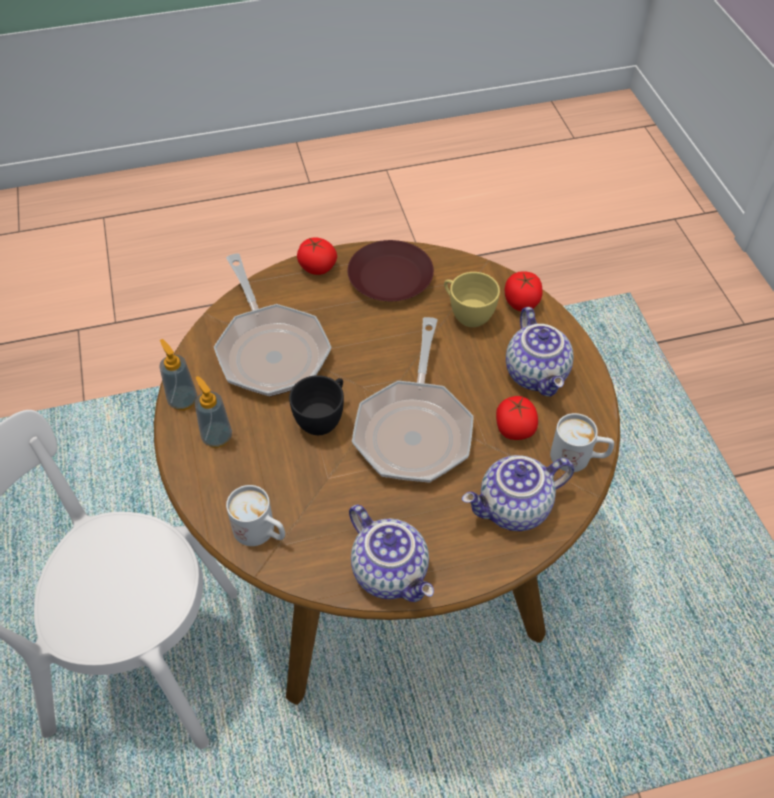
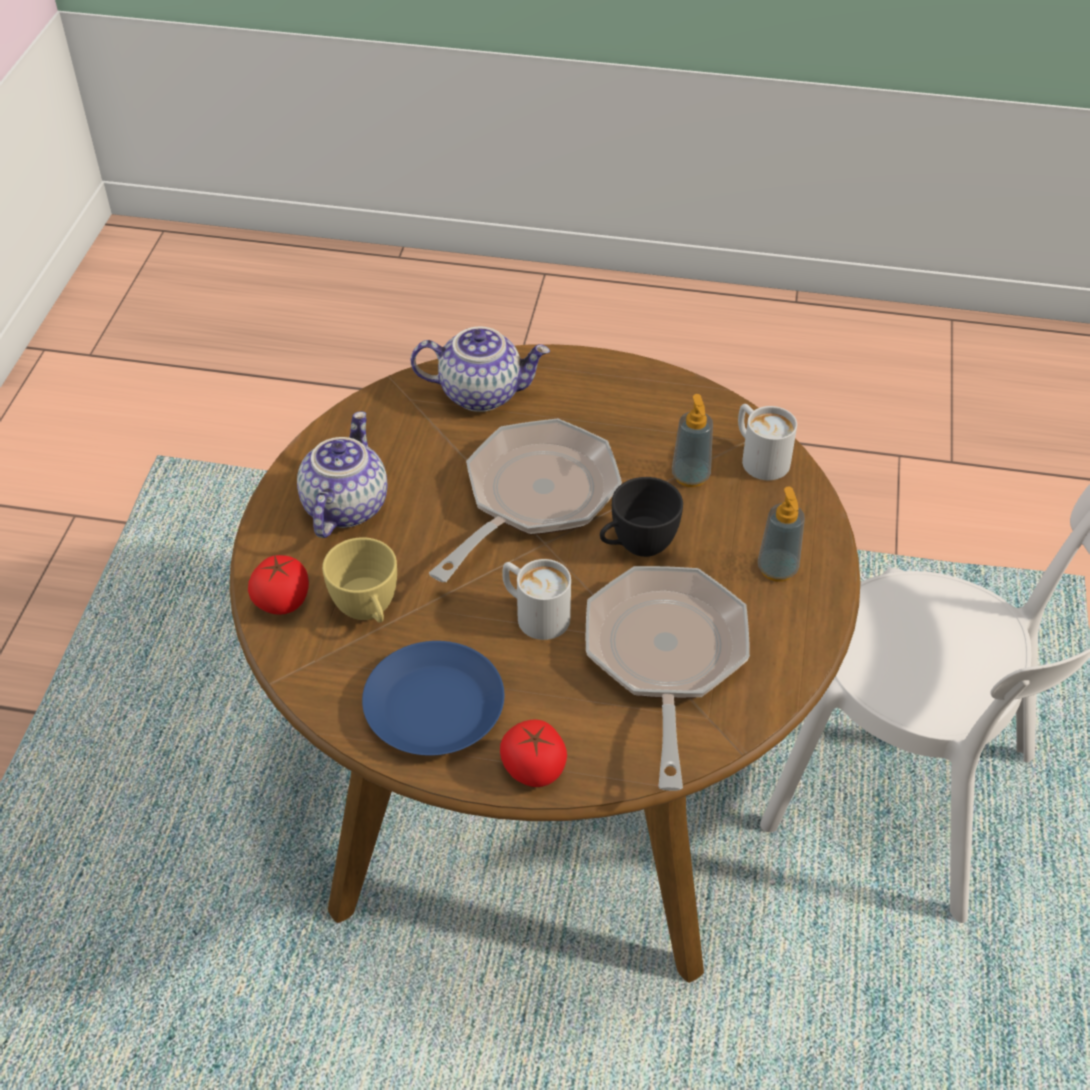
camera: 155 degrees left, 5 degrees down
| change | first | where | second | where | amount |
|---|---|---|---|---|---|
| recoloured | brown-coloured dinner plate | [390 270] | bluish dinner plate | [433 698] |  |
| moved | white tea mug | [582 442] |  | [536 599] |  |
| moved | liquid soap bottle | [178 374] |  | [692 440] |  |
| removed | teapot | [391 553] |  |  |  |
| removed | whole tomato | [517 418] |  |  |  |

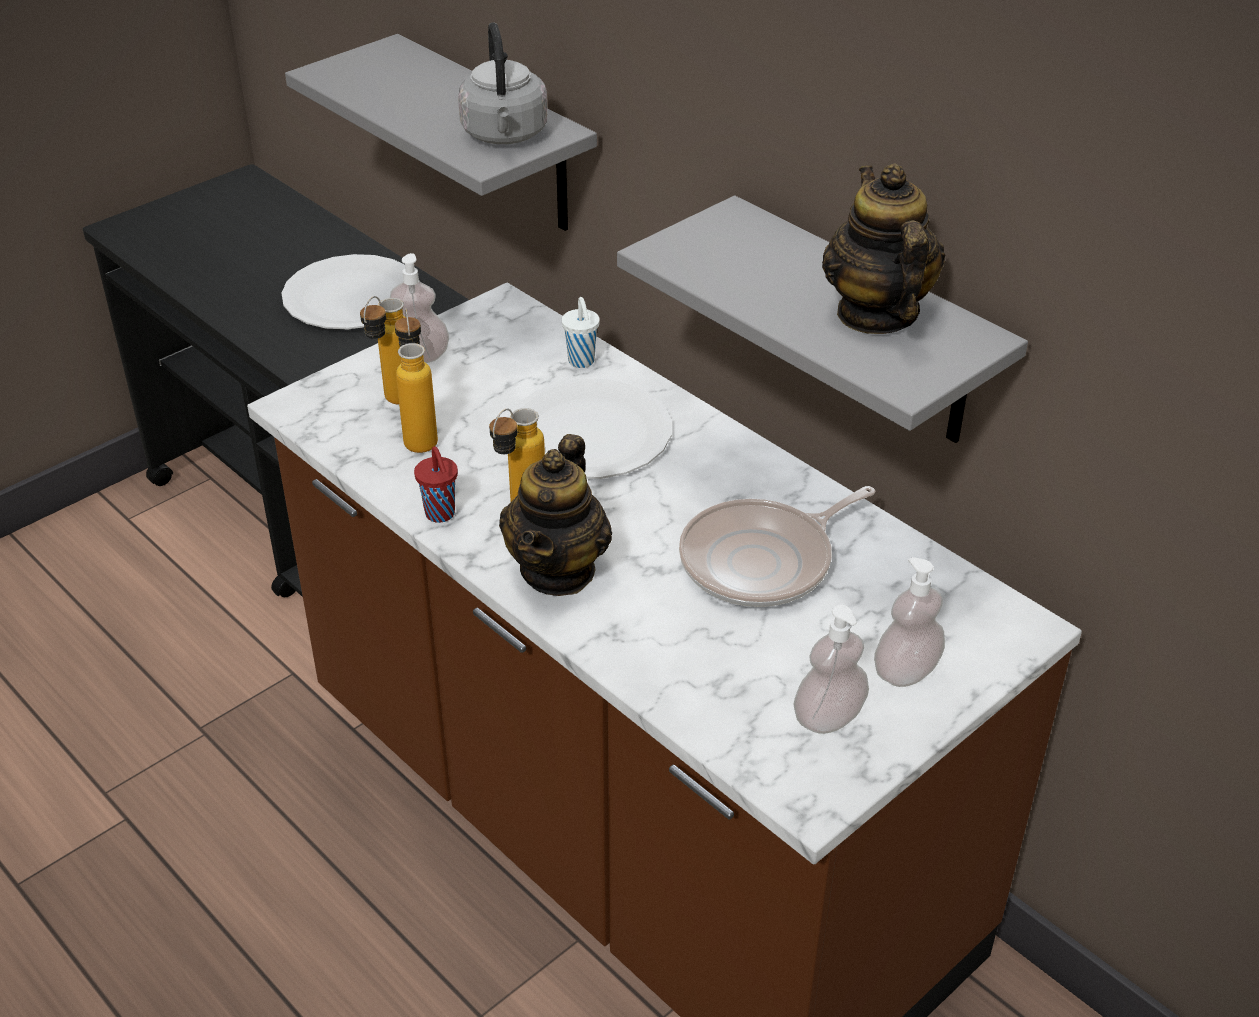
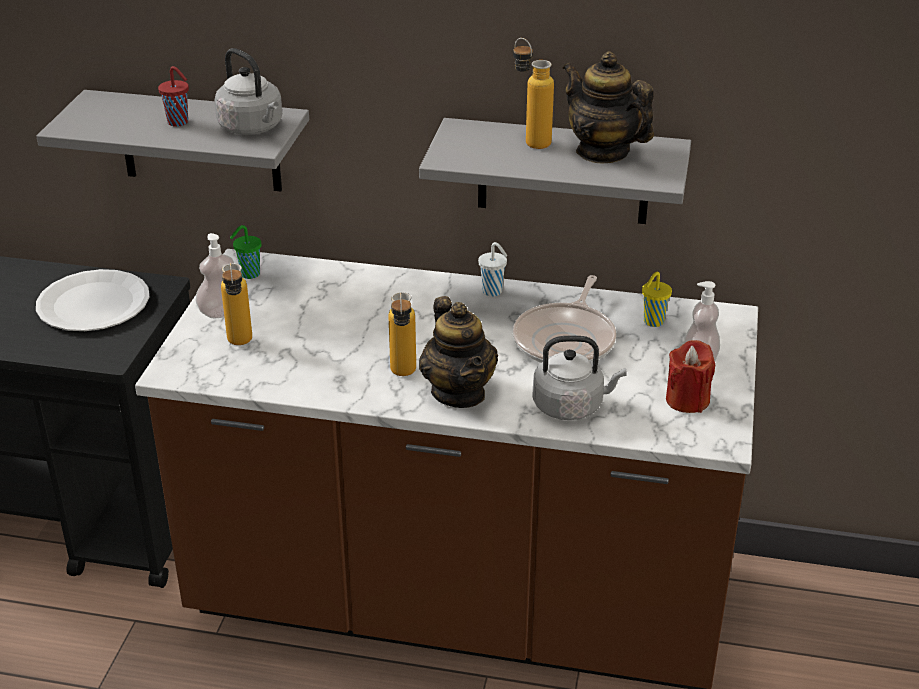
camera: 35 degrees left, 5 degrees down
| change | first | where | second | where | amount |
|---|---|---|---|---|---|
| moved | red small cup | [436 484] |  | [173 96] |  |
| added |  |  | green-coloured small cup | [245 252] |  |
| moved | white small cup | [581 332] |  | [493 269] |  |
| moved | drink bottle | [416 380] |  | [533 93] |  |
| added |  |  | greyish water kettle | [579 378] |  |
| added |  |  | yellow-coloured small cup | [657 299] |  |
| replaced | liquid soap bottle | [831 669] | red wax light | [690 376] |  |
| removed | white dinner plate | [592 429] |  |  |  |

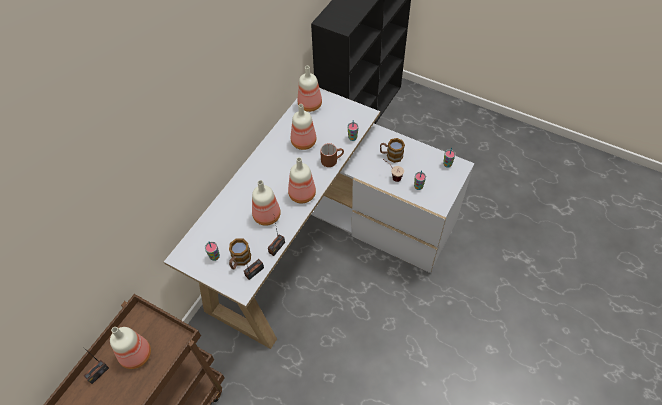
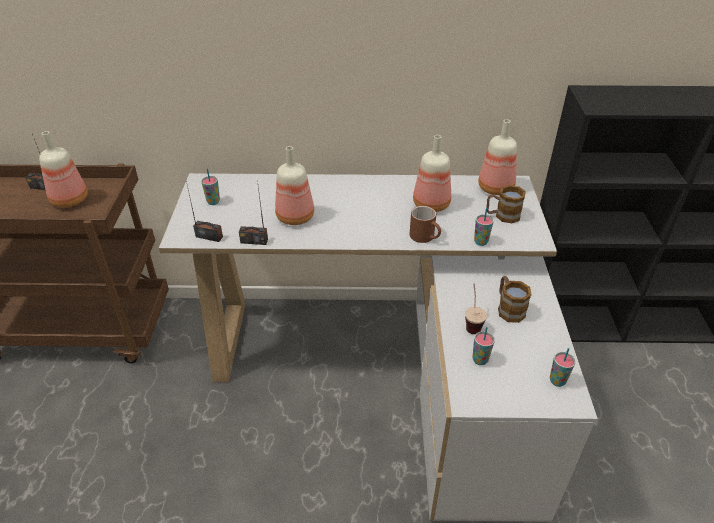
camera: 60 degrees right, 15 degrees down
| change | first | where | second | where | amount |
|---|---|---|---|---|---|
| moved | tea mug | [240 254] |  | [506 204] |  |
| removed | drink bottle | [302 180] |  |  |  |

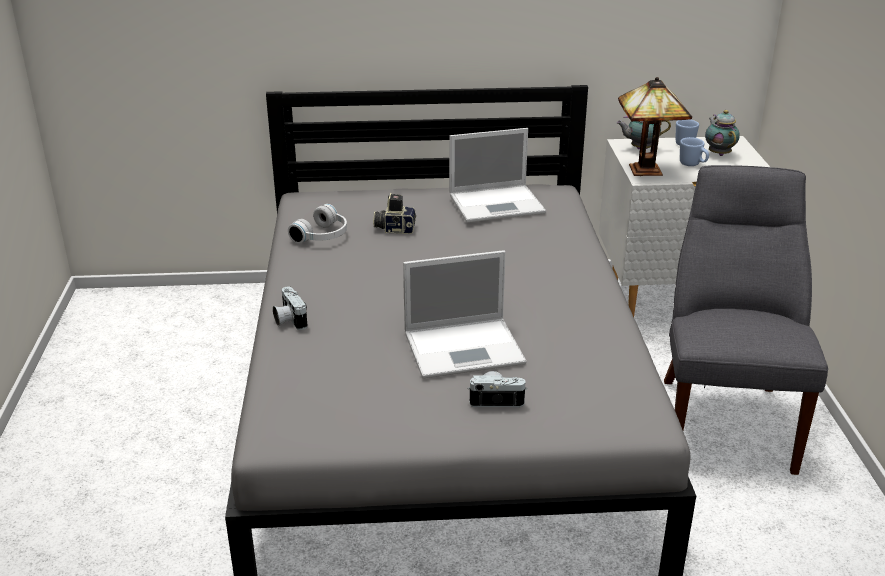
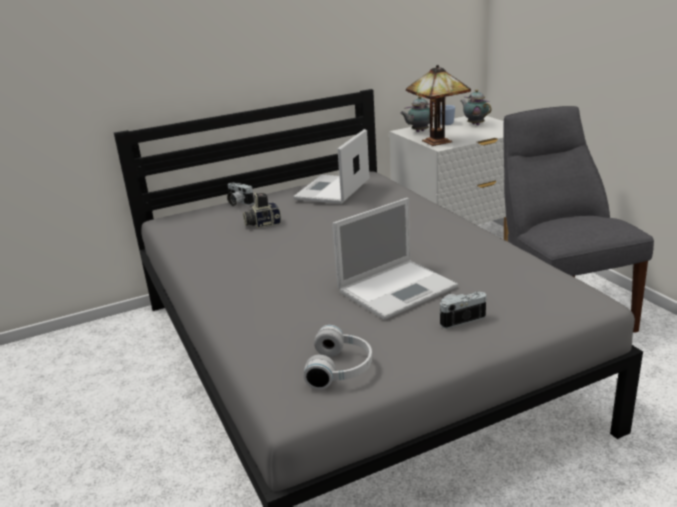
camera: 20 degrees left, 5 degrees down
| change | first | where | second | where | amount |
|---|---|---|---|---|---|
| moved | still camera | [290 308] |  | [240 194] |  |
| turned | notebook computer | [497 175] |  | [331 166] | 150 degrees clockwise |
| moved | white headset | [317 224] |  | [338 357] |  |
| removed | bluish tea mug | [694 151] |  |  |  |

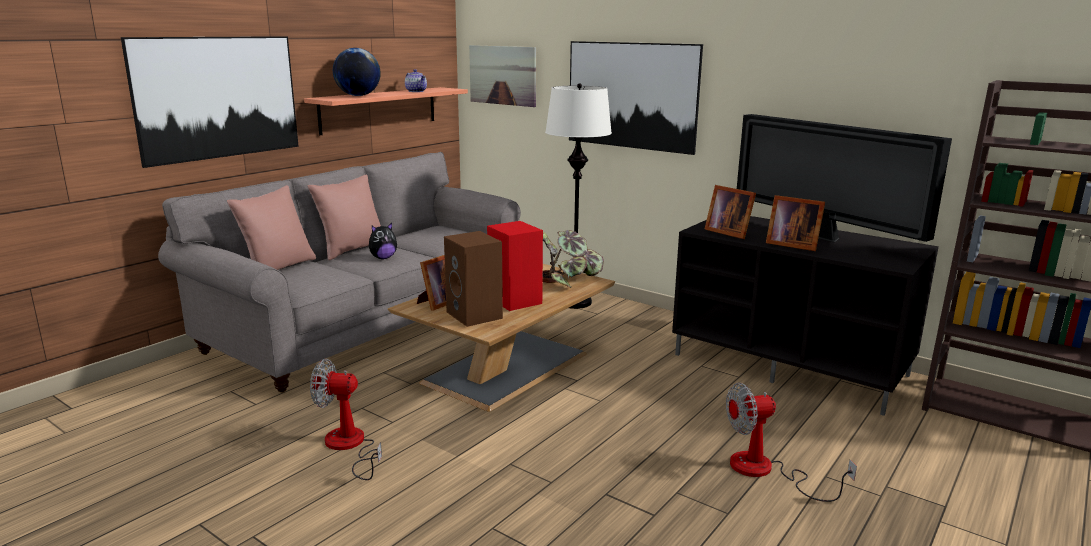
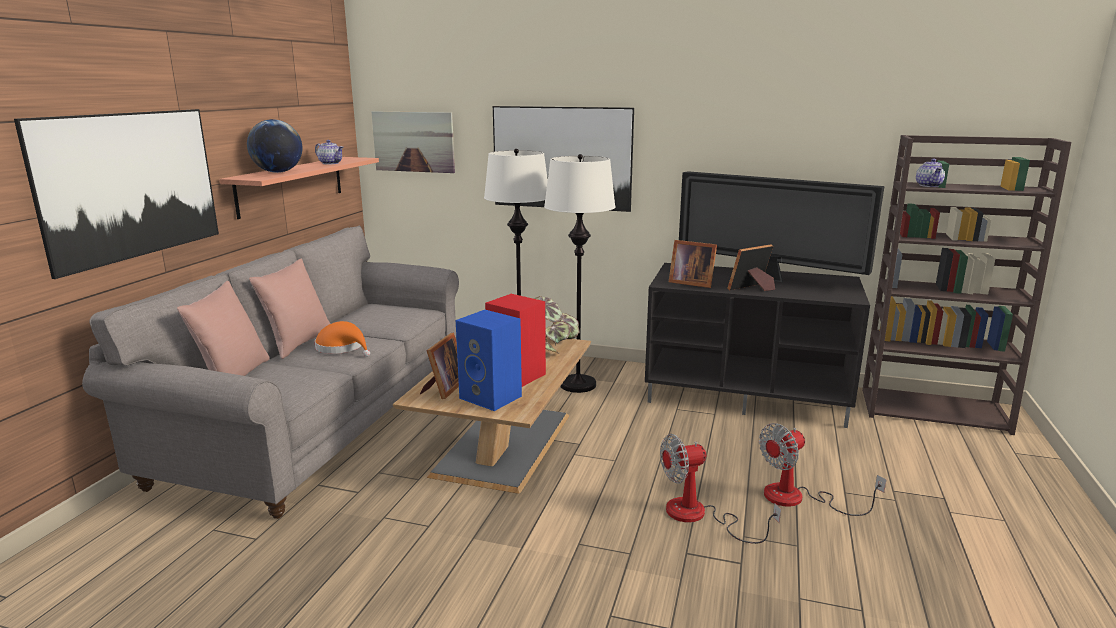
camera: 20 degrees left, 0 degrees up
| change | first | where | second | where | amount |
|---|---|---|---|---|---|
| replaced | plush toy | [383 241] | orange hat | [342 339] |  |
| recoloured | brown-coloured speaker | [473 279] | bluish speaker | [489 360] |  |
| added |  |  | white floor lamp | [580 273] |  |
| moved | electric fan | [346 419] |  | [720 489] |  |
| turned | picture frame | [795 223] |  | [751 267] | 135 degrees clockwise |
| added |  |  | teapot | [930 173] |  |

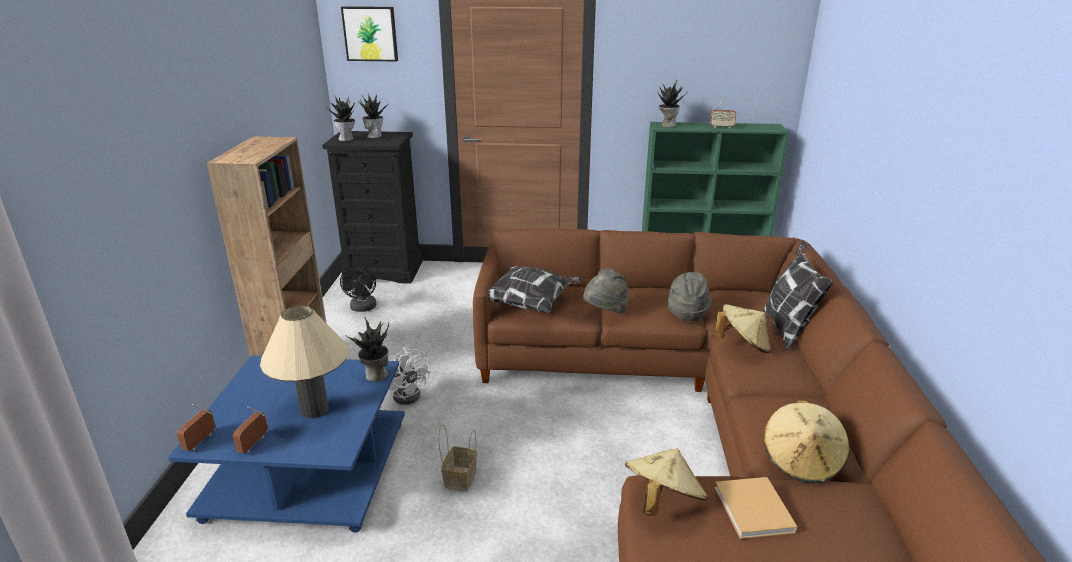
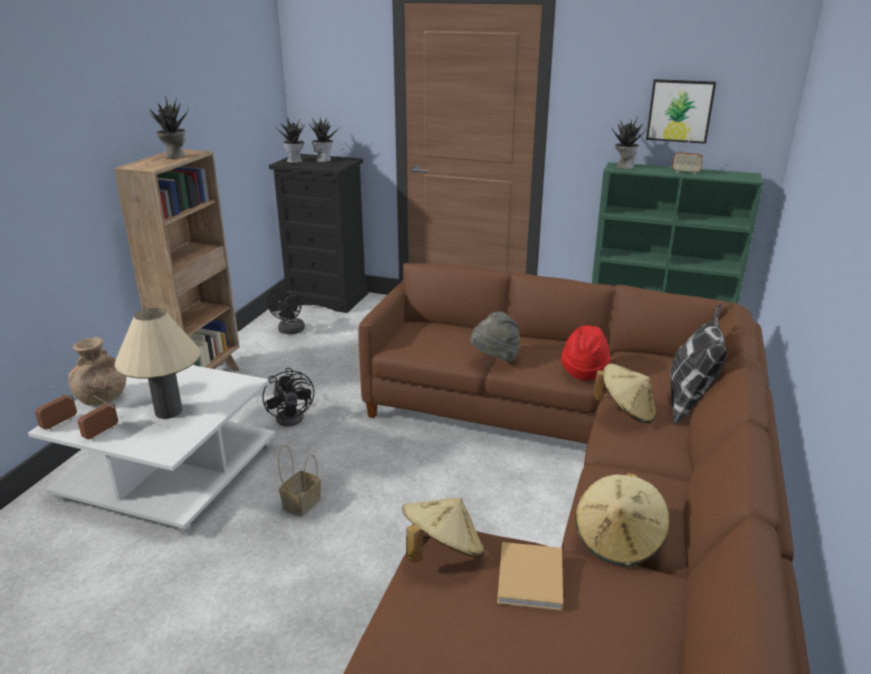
camera: 15 degrees right, 0 degrees up
| change | first | where | second | where | amount |
|---|---|---|---|---|---|
| recoloured | bluish lounge table | [286 444] | white lounge table | [151 450] |  |
| added |  |  | brown-coloured flower vase | [97 371] |  |
| moved | potted plant | [367 350] |  | [168 128] |  |
| recoloured | white electric fan | [409 376] | black-coloured electric fan | [288 397] |  |
| recoloured | greyish hat | [690 297] | red hat | [585 352] |  |
| moved | picture | [369 33] |  | [681 111] |  |
| removed | cushion | [535 289] |  |  |  |

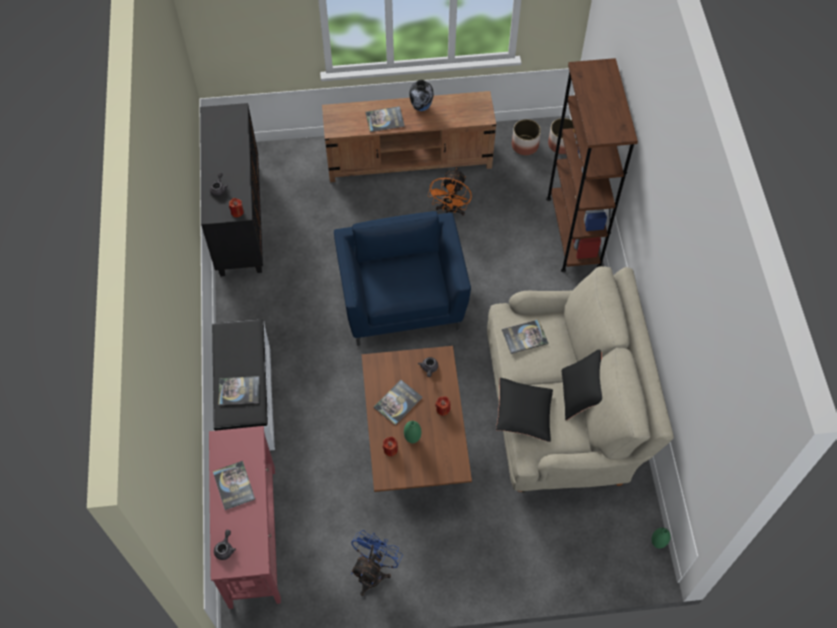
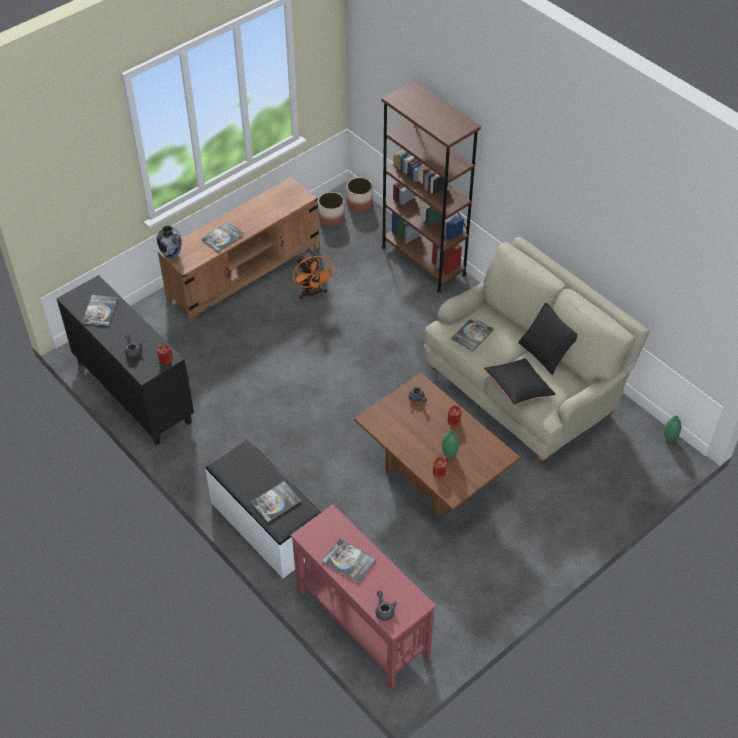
camera: 35 degrees left, 10 degrees down
| change | first | where | second | where | amount |
|---|---|---|---|---|---|
| moved | volume | [398 402] |  | [100 310] |  |
| moved | flower vase | [421 95] |  | [169 241] |  |
| removed | bluish lounge chair | [402 278] |  |  |  |
| removed | bluish electric fan | [377 563] |  |  |  |

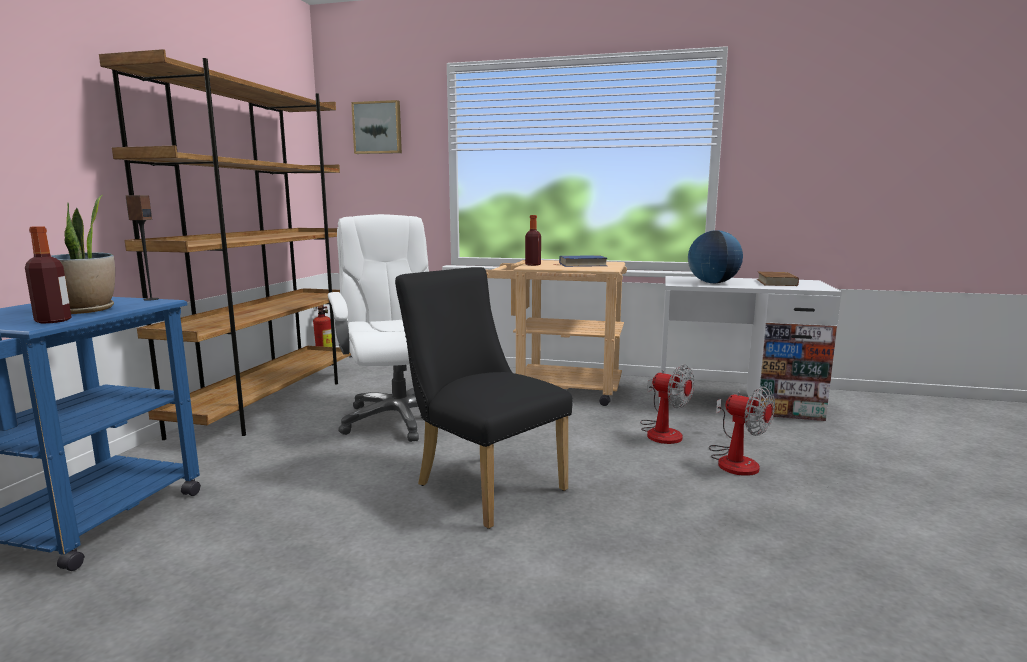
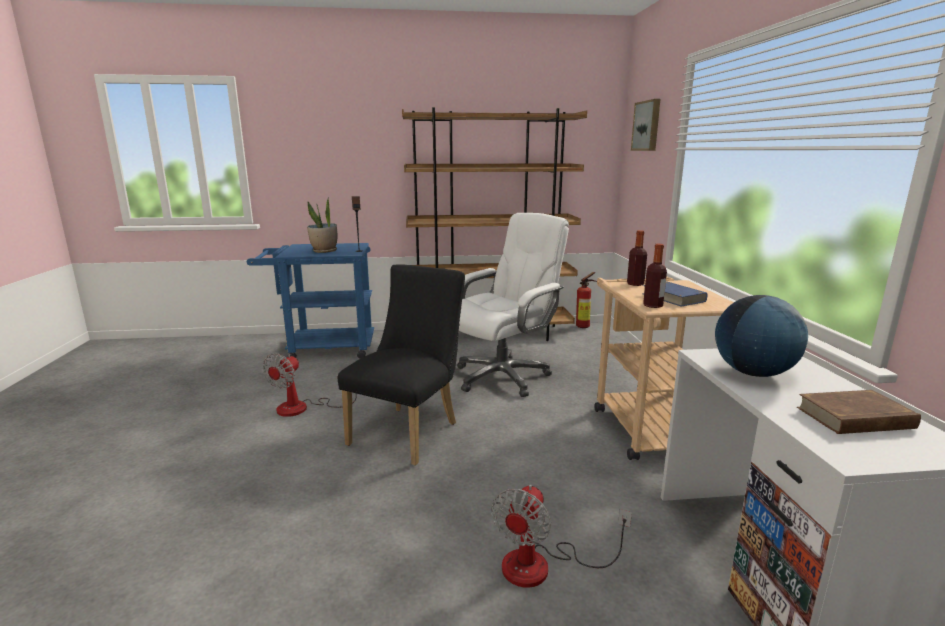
camera: 70 degrees right, 5 degrees up
| change | first | where | second | where | amount |
|---|---|---|---|---|---|
| moved | electric fan | [667 404] |  | [309 385] |  |
| moved | drink bottle | [48 275] |  | [655 276] |  |

